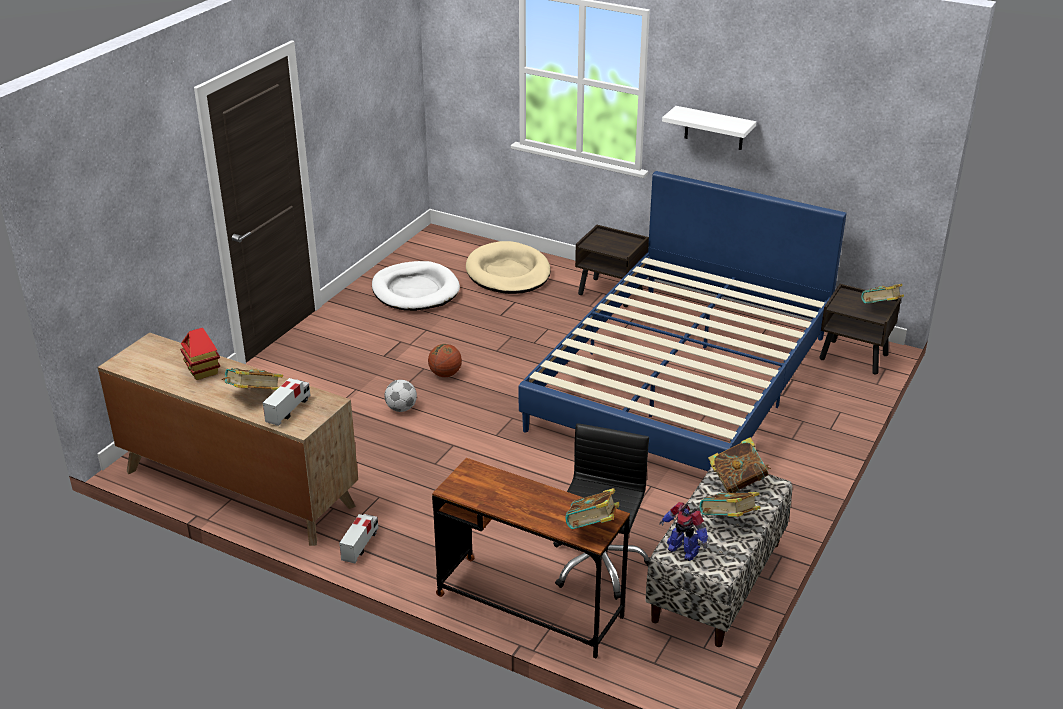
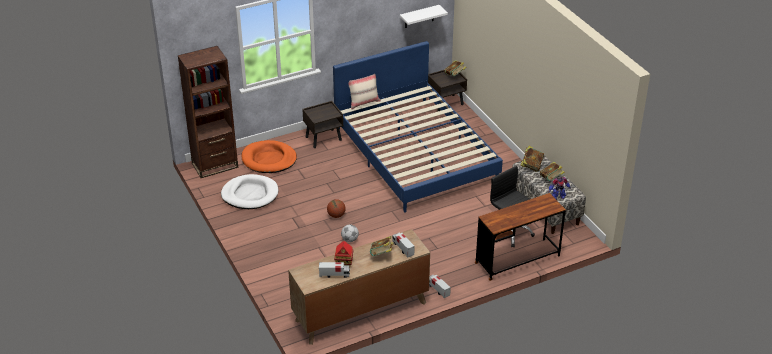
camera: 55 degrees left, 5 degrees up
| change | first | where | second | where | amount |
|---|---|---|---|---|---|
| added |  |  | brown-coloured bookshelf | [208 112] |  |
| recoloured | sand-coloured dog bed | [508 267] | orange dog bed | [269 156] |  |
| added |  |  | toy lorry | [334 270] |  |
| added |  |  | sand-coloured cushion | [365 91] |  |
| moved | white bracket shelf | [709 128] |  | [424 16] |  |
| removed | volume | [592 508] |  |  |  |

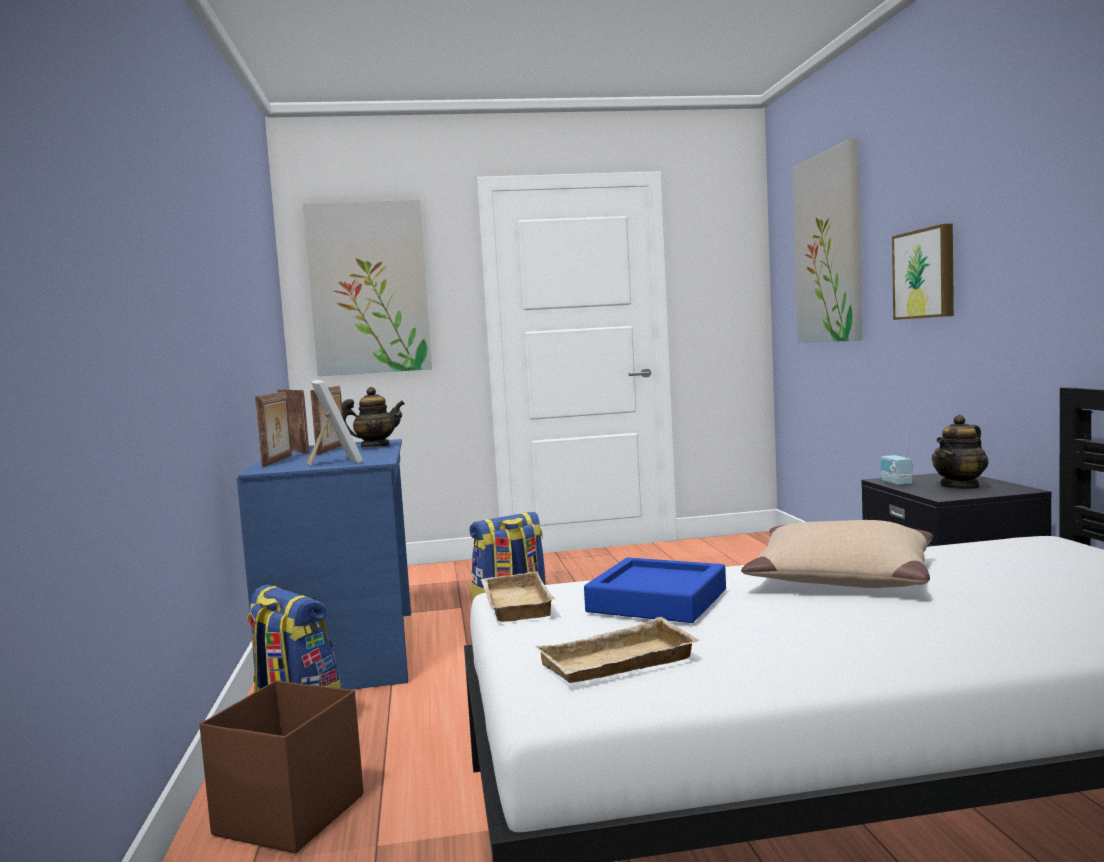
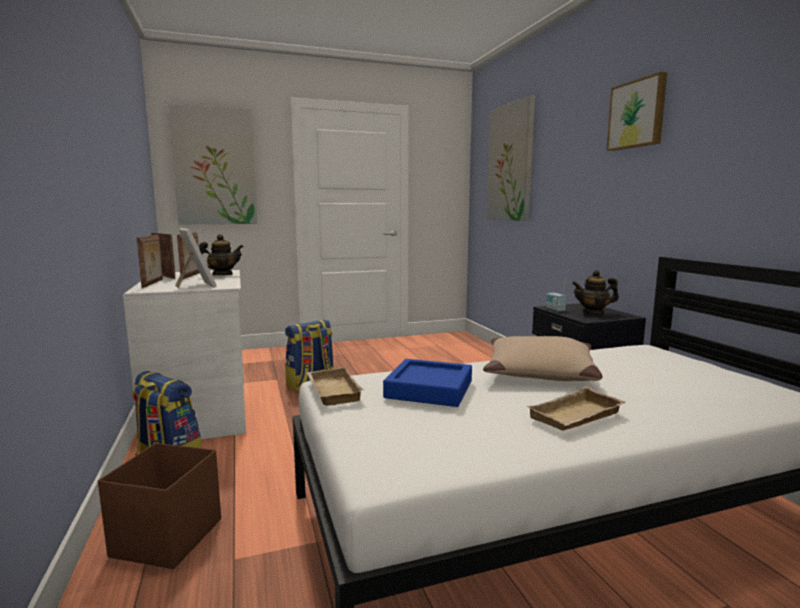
camera: 10 degrees left, 5 degrees up
| change | first | where | second | where | amount |
|---|---|---|---|---|---|
| recoloured | bluish desk table | [324 564] | white desk table | [184 354] |  |
| moved | sand-coloured carrying tray | [617 650] |  | [576 408] |  |
| turned | teapot | [960 452] |  | [595 293] | 45 degrees clockwise |
| moved | picture | [923 272] |  | [637 111] |  |

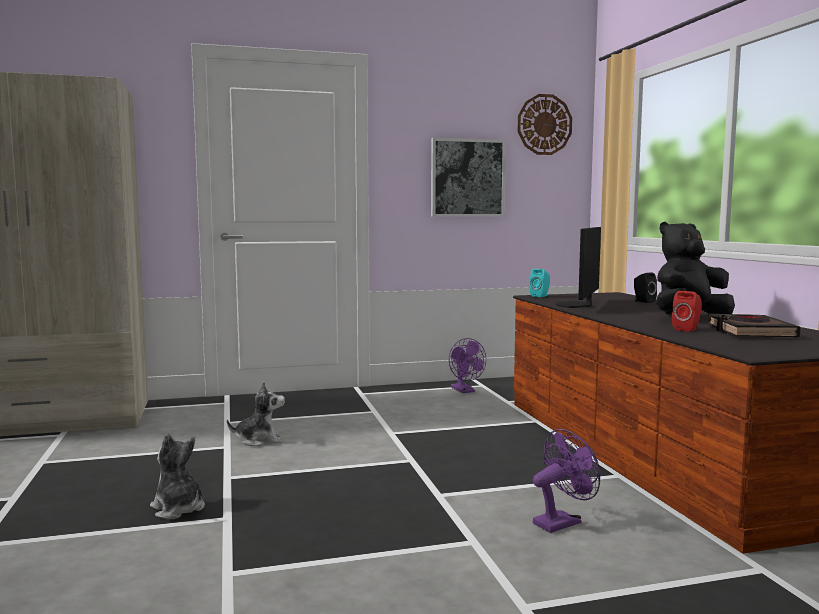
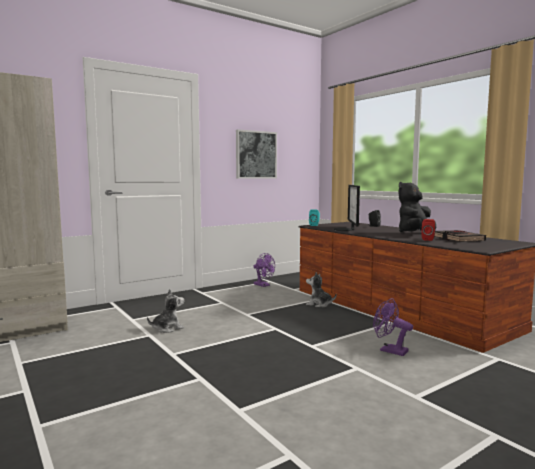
camera: 20 degrees left, 0 degrees up
| change | first | where | second | where | amount |
|---|---|---|---|---|---|
| moved | plush toy | [177 476] |  | [321 289] |  |
| turned | purplish electric fan | [566 481] |  | [393 327] | 90 degrees counterclockwise |
| removed | clock on the wall | [545 124] |  |  |  |

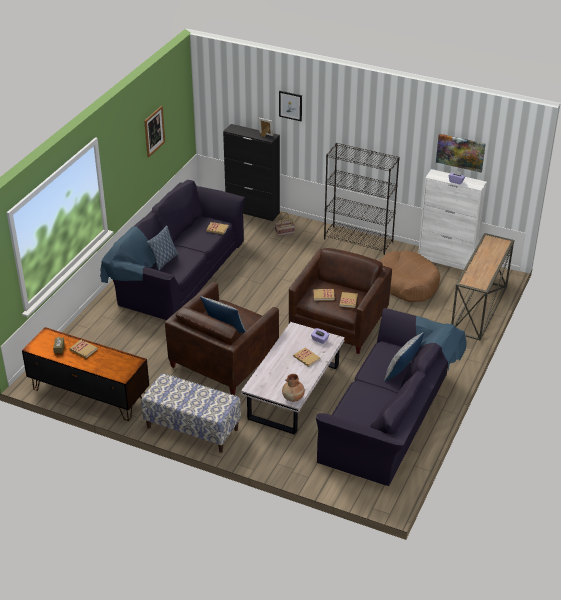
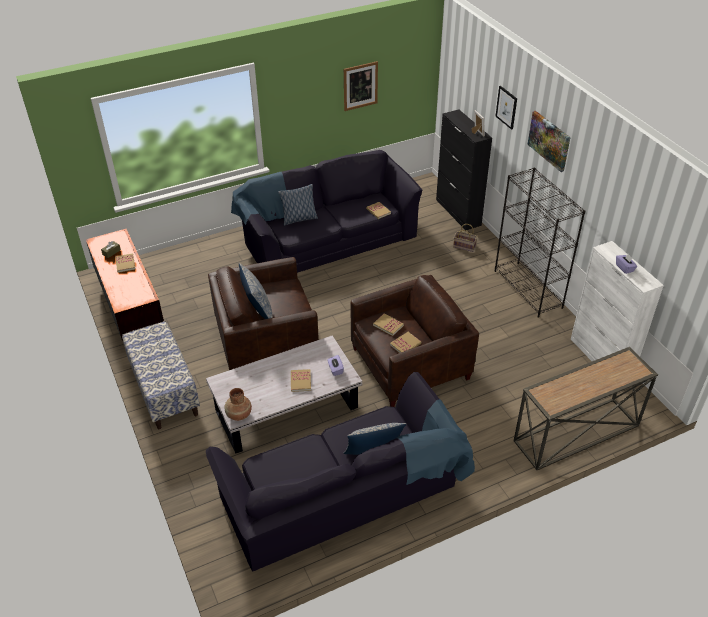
camera: 40 degrees right, 5 degrees up
| change | first | where | second | where | amount |
|---|---|---|---|---|---|
| moved | picture | [460 153] |  | [549 141] |  |
| removed | brown-coloured dog bed | [410 276] |  |  |  |

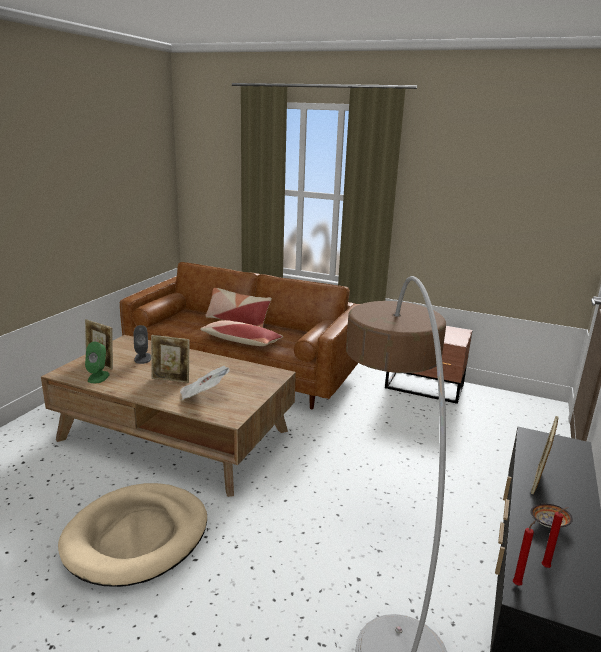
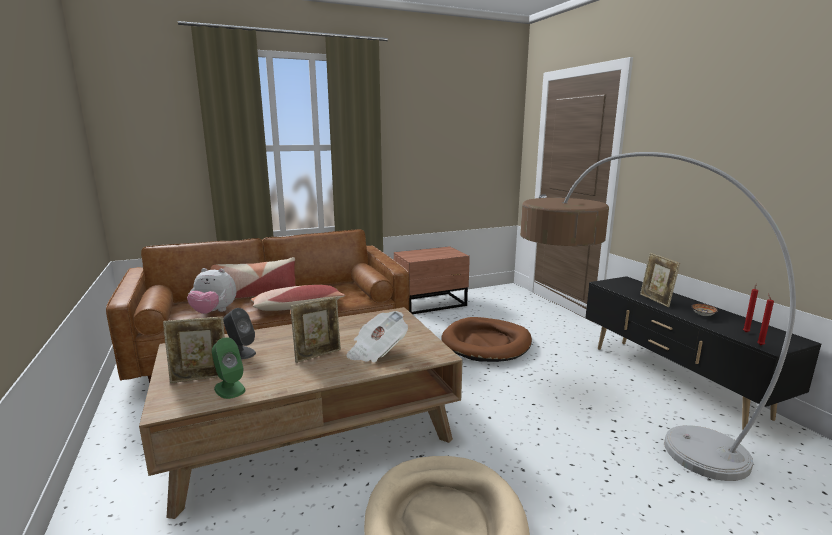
camera: 45 degrees left, 5 degrees down
| change | first | where | second | where | amount |
|---|---|---|---|---|---|
| added |  |  | plush toy | [211 291] |  |
| added |  |  | brown-coloured dog bed | [486 339] |  |

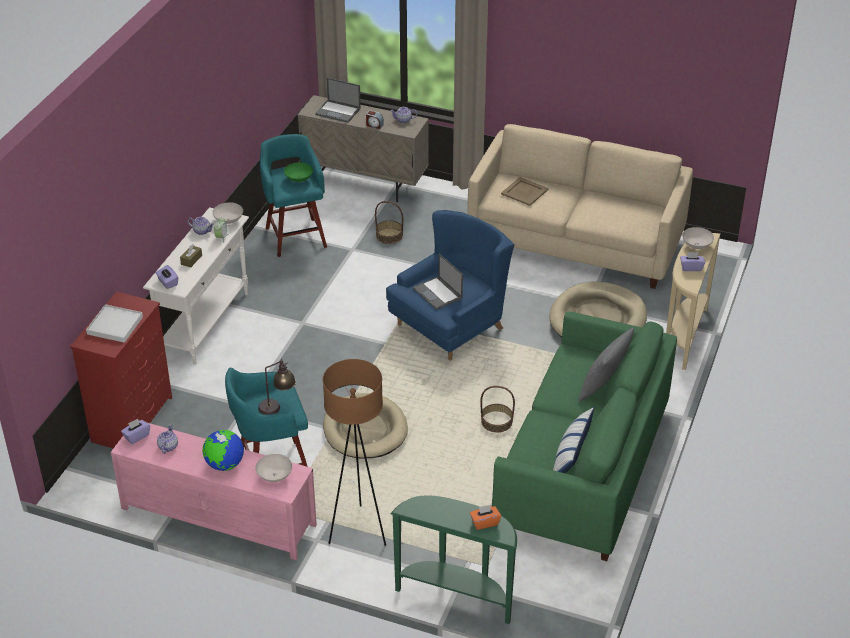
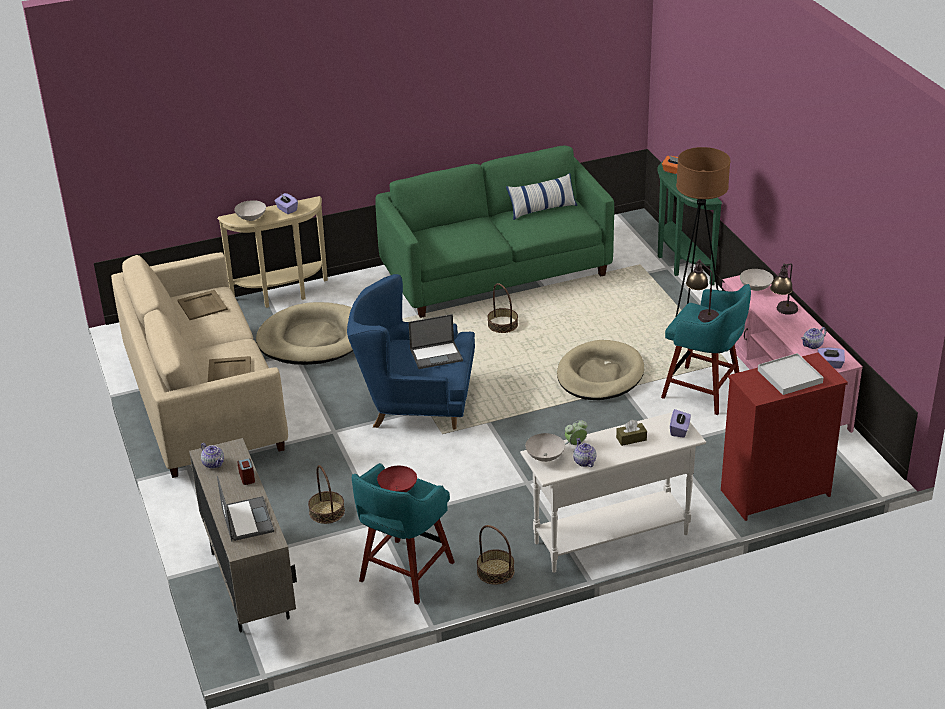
camera: 130 degrees left, 5 degrees down
| change | first | where | second | where | amount |
|---|---|---|---|---|---|
| added |  |  | sand-coloured carrying tray | [202 305] |  |
| recoloured | green-coloured deep dish | [298 172] | red deep dish | [397 479] |  |
| turned | notebook computer | [438 282] |  | [435 341] | 60 degrees clockwise |
| added |  |  | household basket | [495 555] |  |
| replaced | globe | [223 450] | lamp for a table | [784 289] |  |
| removed | greyish cushion | [606 365] |  |  |  |

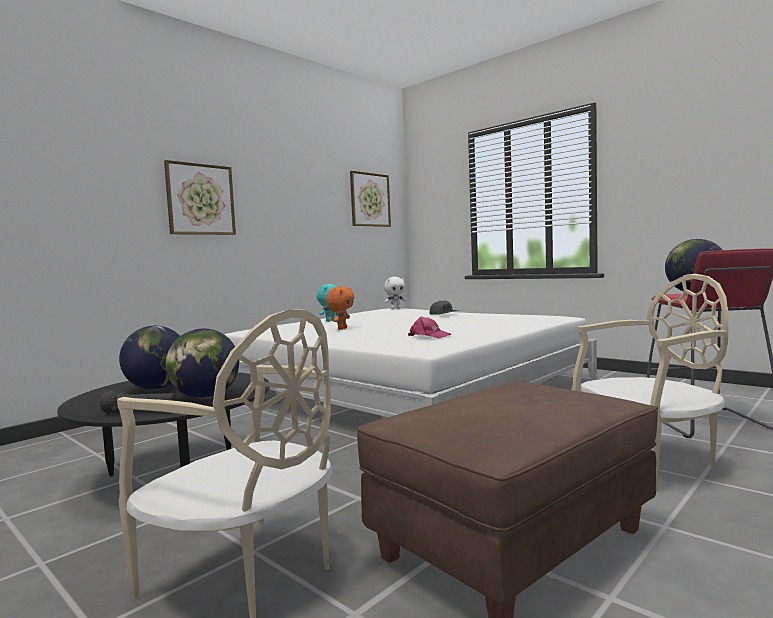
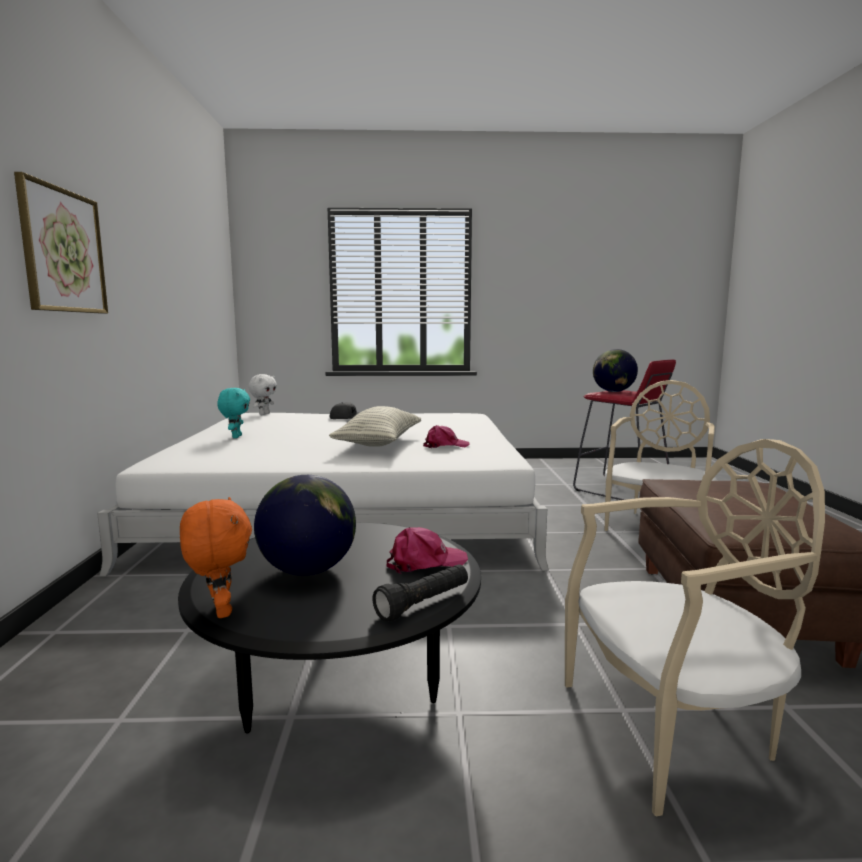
camera: 45 degrees left, 5 degrees up
| change | first | where | second | where | amount |
|---|---|---|---|---|---|
| moved | orange plush toy | [340 308] |  | [216 557] |  |
| added |  |  | cushion | [375 426] |  |
| replaced | globe | [202 363] | pink baseball cap | [427 550] |  |
| removed | picture | [370 199] |  |  |  |

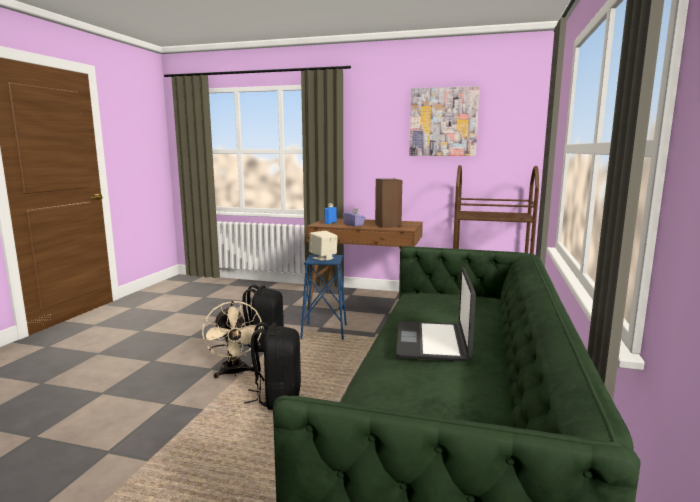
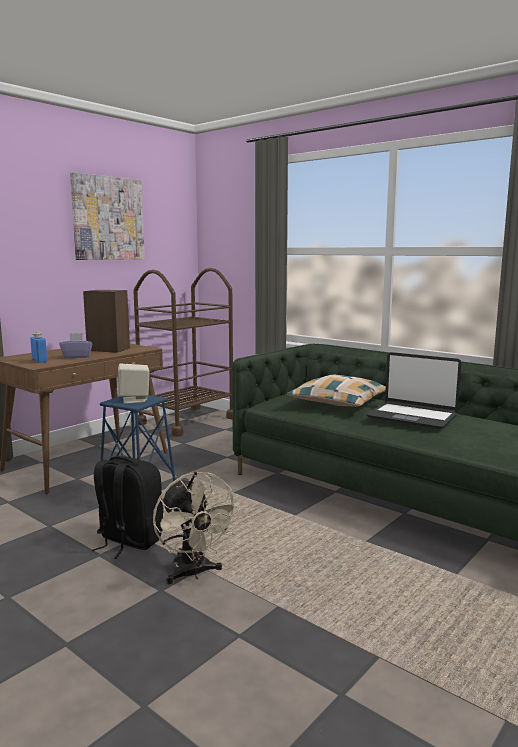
camera: 65 degrees left, 0 degrees up
| change | first | where | second | where | amount |
|---|---|---|---|---|---|
| turned | sand-coloured electric fan | [233 339] |  | [197 527] | 60 degrees clockwise |
| added |  |  | cushion | [336 391] |  |
| removed | black-coloured backpack | [272 366] |  |  |  |

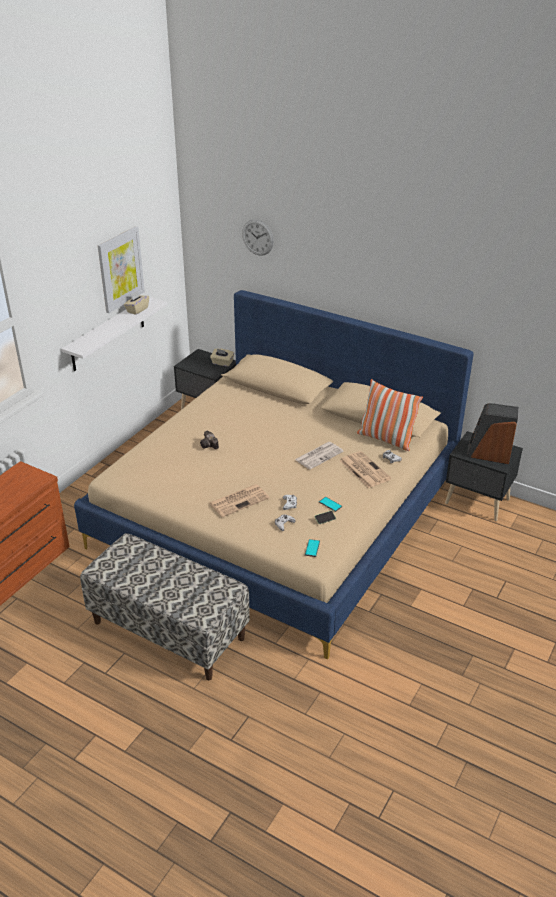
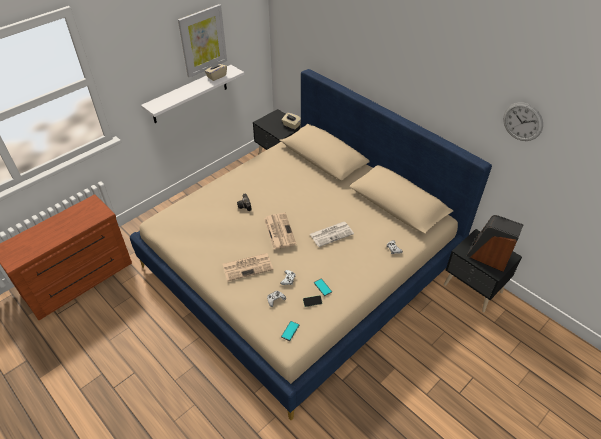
camera: 15 degrees right, 10 degrees up
| change | first | where | second | where | amount |
|---|---|---|---|---|---|
| moved | daily paper | [365 469] |  | [280 231] |  |
| moved | clock on the wall | [258 237] |  | [523 121] |  |
| removed | indoor bench | [165 606] |  |  |  |
| removed | cushion | [390 415] |  |  |  |

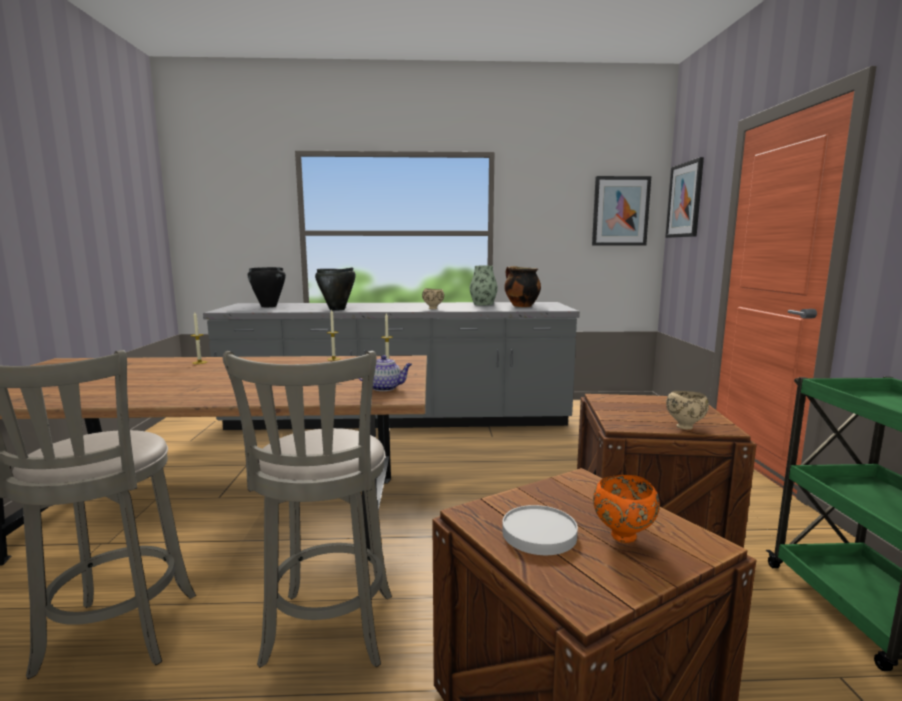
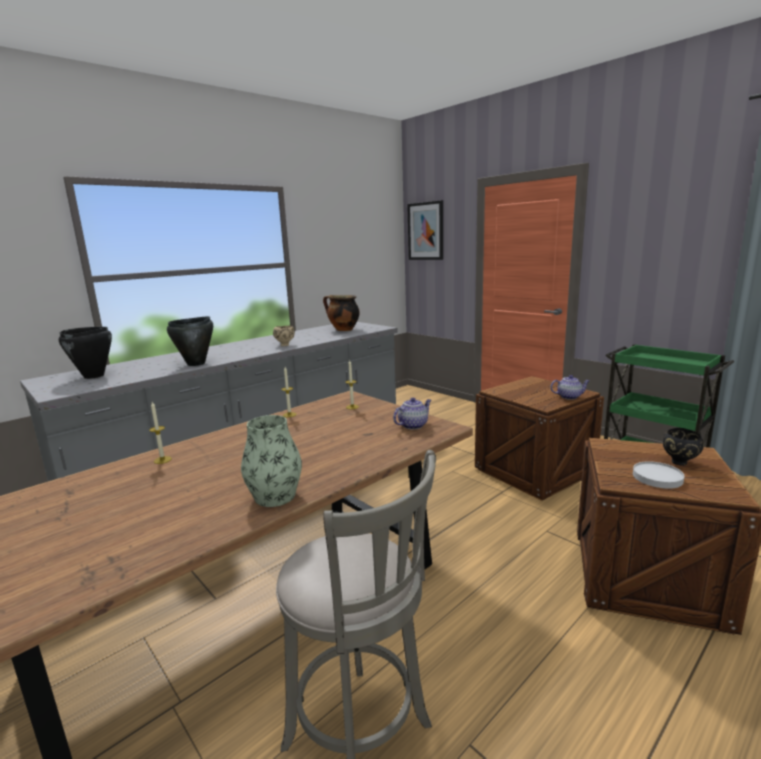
camera: 40 degrees left, 5 degrees up
| change | first | where | second | where | amount |
|---|---|---|---|---|---|
| moved | flower vase | [484 286] |  | [271 461] |  |
| replaced | sand-coloured deep dish | [687 410] | teapot | [570 387] |  |
| recoloured | orange deep dish | [626 509] | black-coloured deep dish | [683 447] |  |
| removed | greyish sitting stool | [307 509] |  |  |  |
| removed | picture | [621 211] |  |  |  |

